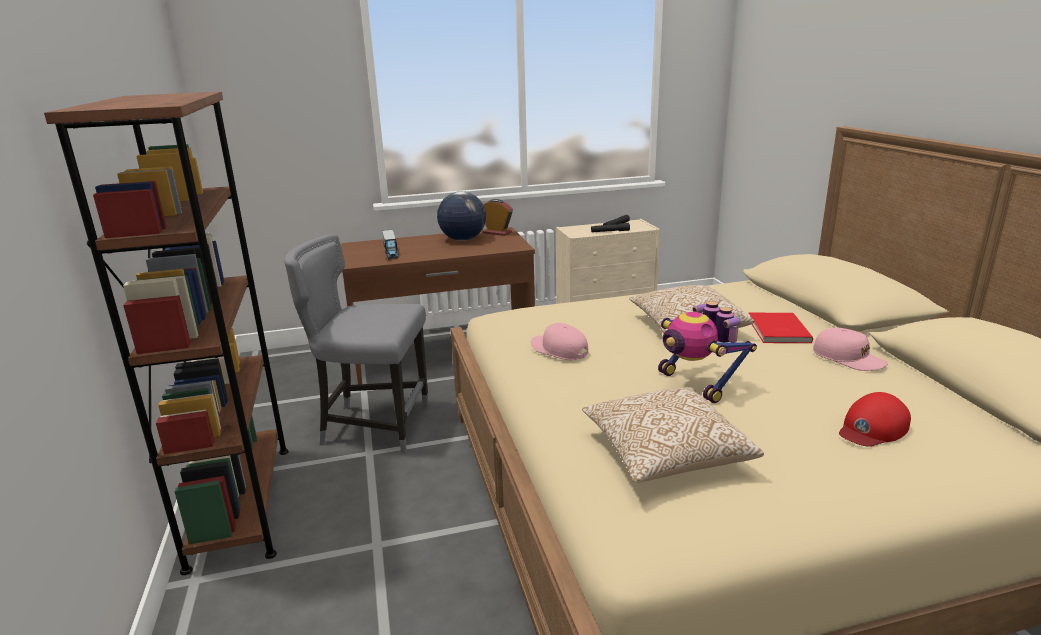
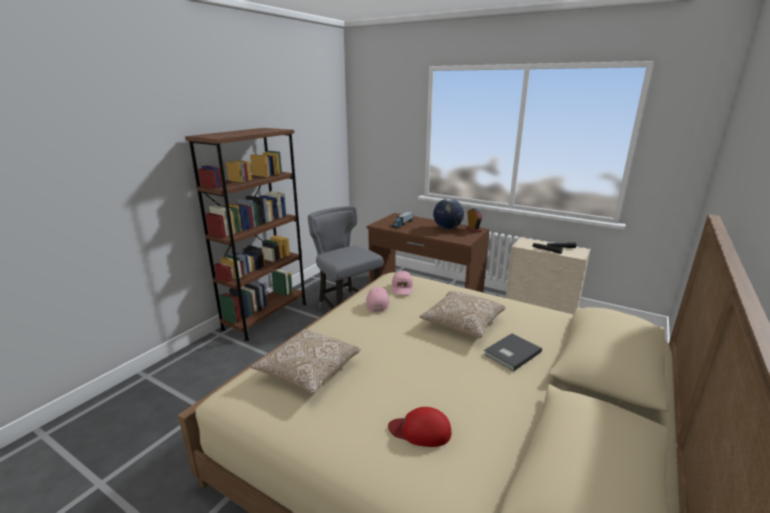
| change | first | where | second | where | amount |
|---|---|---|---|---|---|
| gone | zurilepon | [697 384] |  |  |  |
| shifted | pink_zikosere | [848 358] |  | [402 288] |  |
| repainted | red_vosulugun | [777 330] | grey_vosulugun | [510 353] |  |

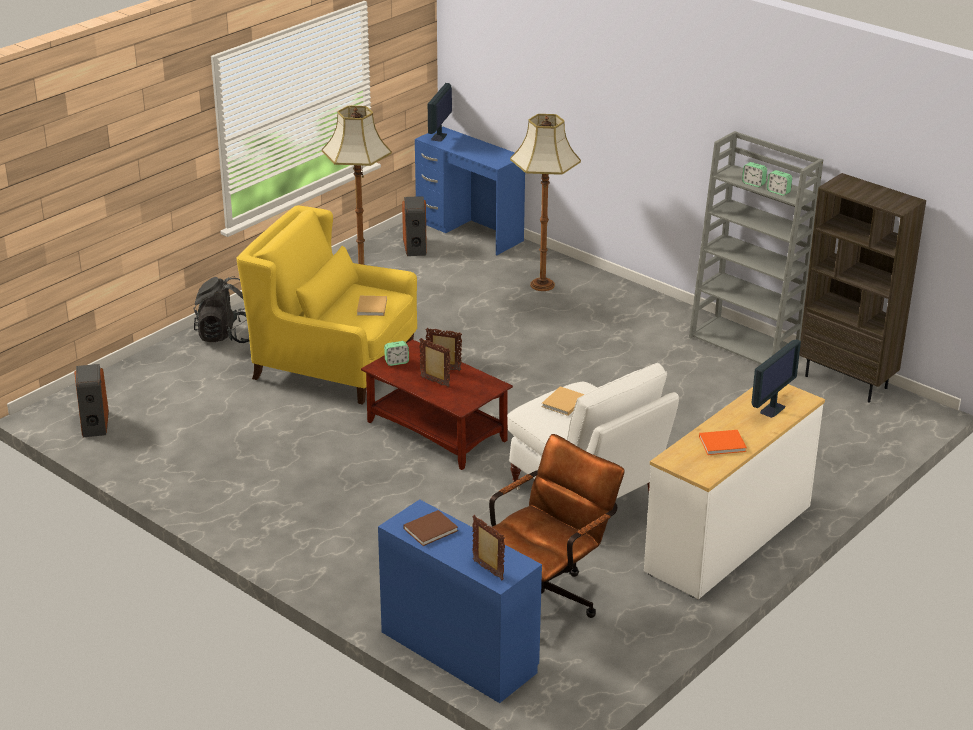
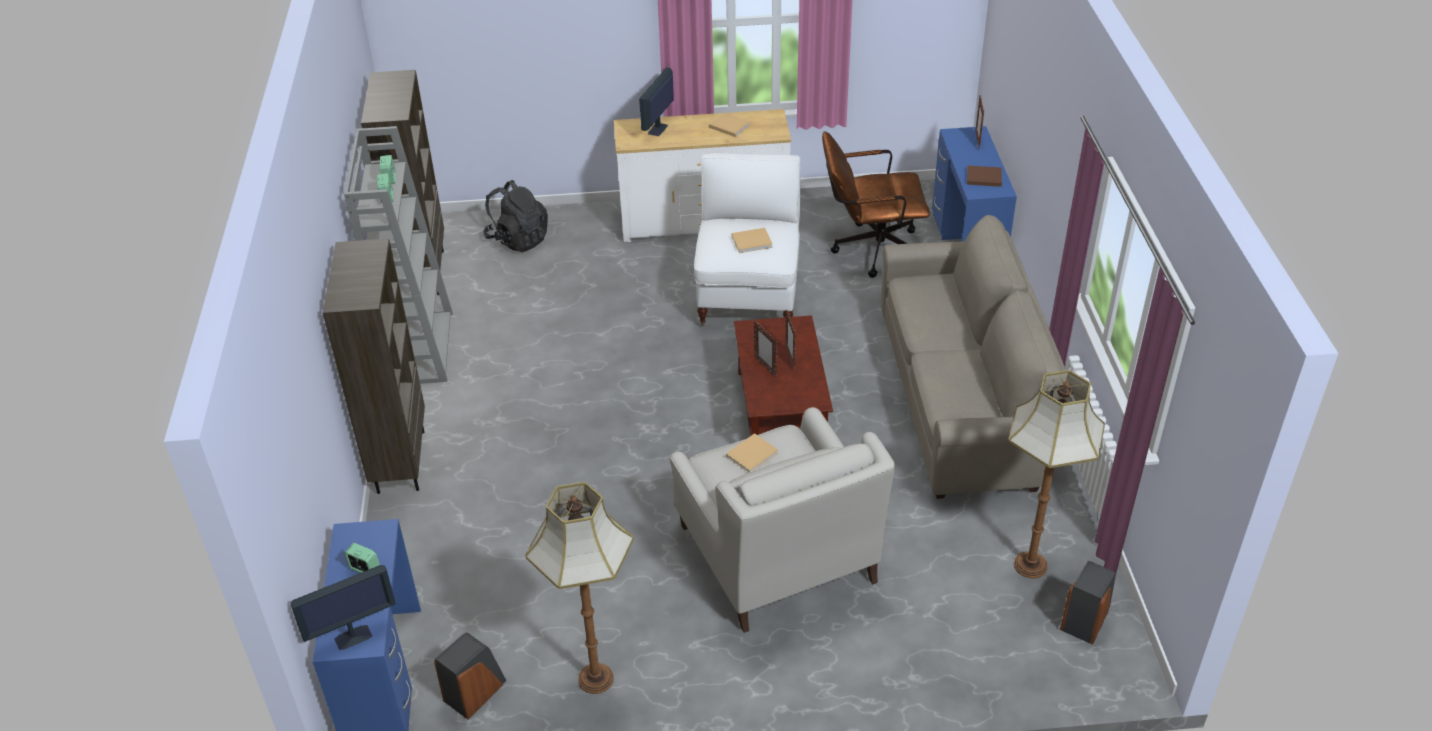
| change | first | where | second | where | amount |
|---|---|---|---|---|---|
| new |  |  | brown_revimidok | [400 461] |  |
| new |  |  | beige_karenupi | [963 398] |  |
| shifted | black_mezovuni | [227 336] |  | [518 239] |  |
| shifted | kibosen | [396 362] |  | [364 569] |  |
| shifted | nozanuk | [542 284] |  | [1029 566] |  |
| repainted | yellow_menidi | [334 363] | white_menidi | [777 553] |  |
| repainted | orange_vosulugun | [723 444] | beige_vosulugun | [728 126] |  |
| rotated | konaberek | [773 409] |  | [657 129] | 60 degrees counterclockwise |

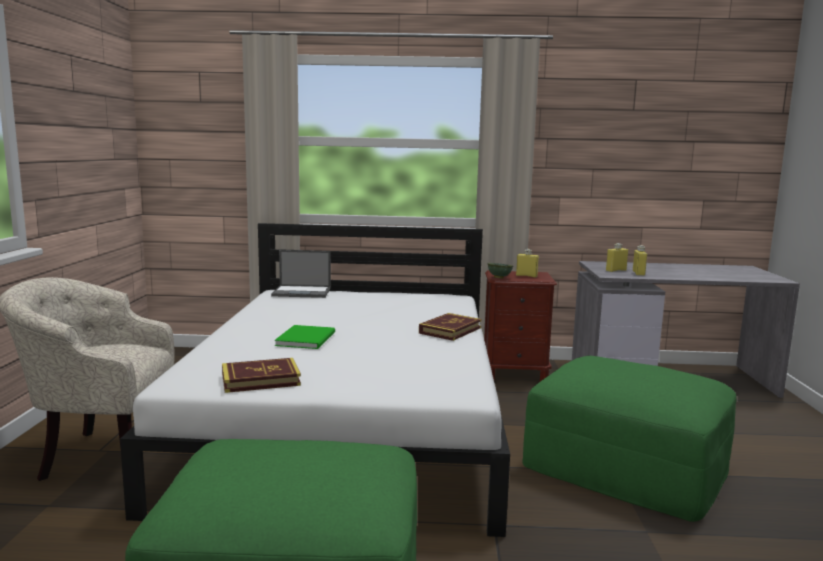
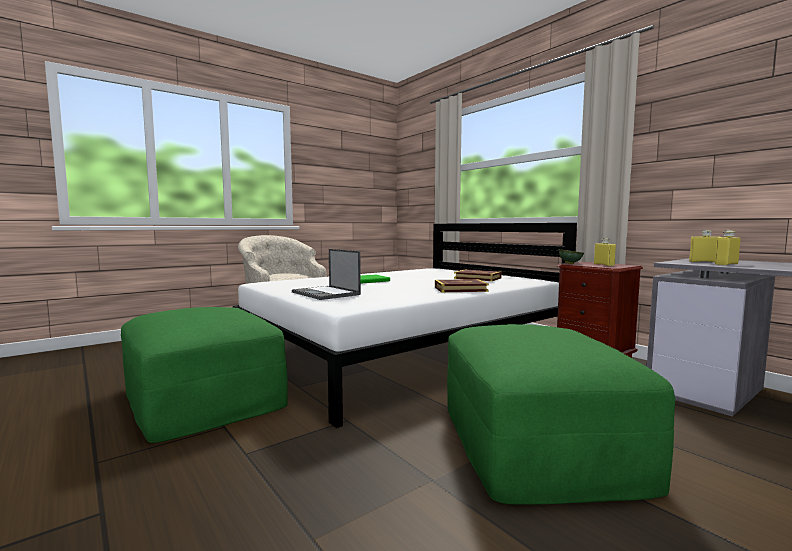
| change | first | where | second | where | amount |
|---|---|---|---|---|---|
| shifted | vosulugun | [260 380] |  | [477 278] |  |
| shifted | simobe | [302 292] |  | [326 293] |  |

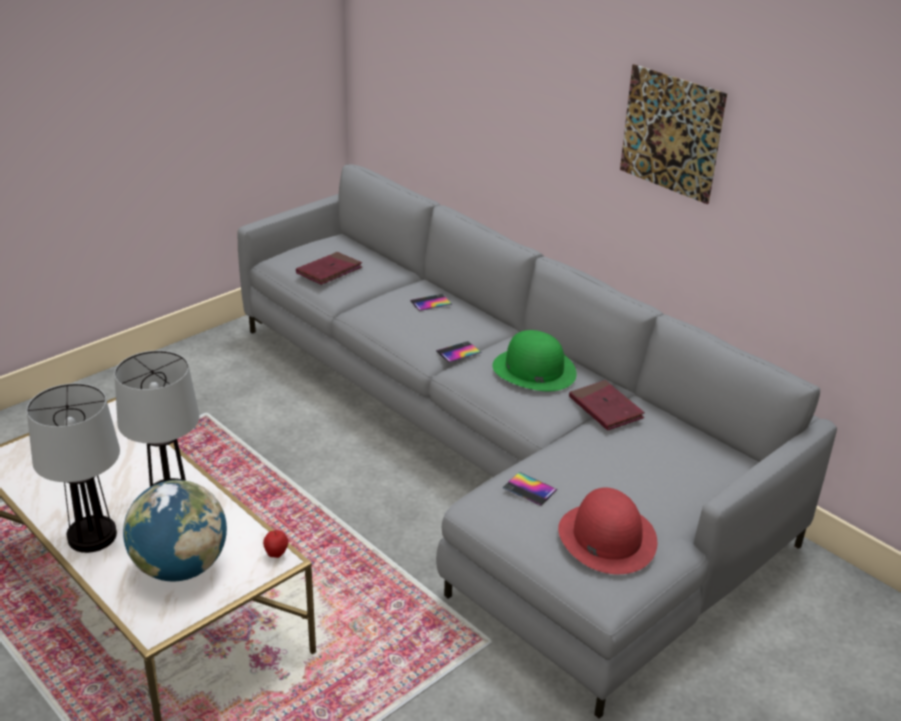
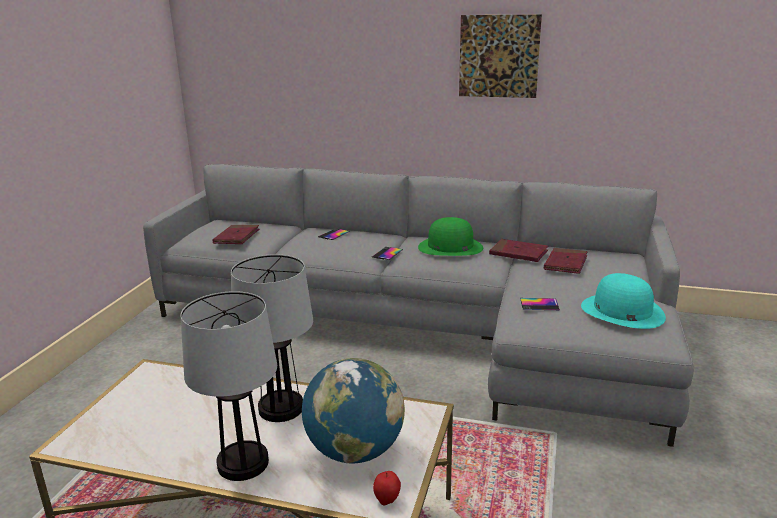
| change | first | where | second | where | amount |
|---|---|---|---|---|---|
| new |  |  | red_vosulugun | [565 263] |  |
| shifted | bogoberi | [276 554] |  | [387 500] |  |
| repainted | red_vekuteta | [606 537] | turquoise_vekuteta | [622 311] |  |

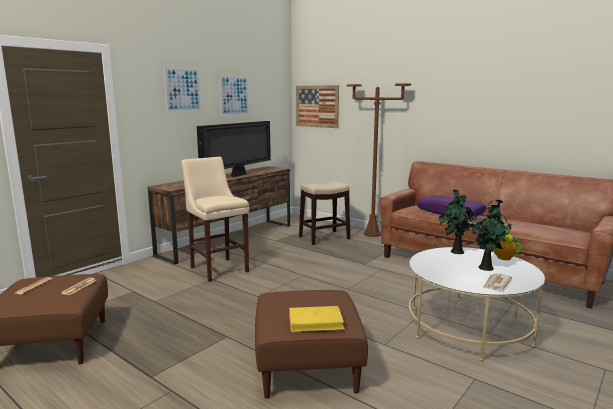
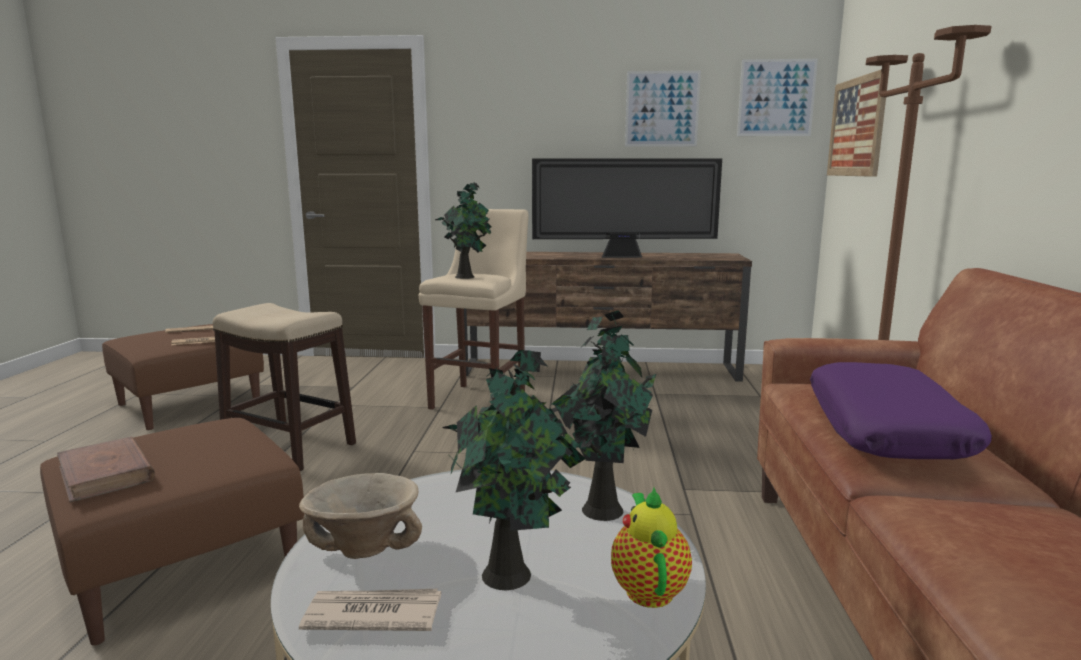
| change | first | where | second | where | amount |
|---|---|---|---|---|---|
| new |  |  | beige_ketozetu | [364 547] |  |
| new |  |  | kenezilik | [466 277] |  |
| shifted | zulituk | [183 89] |  | [776 98] |  |
| shifted | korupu | [324 238] |  | [290 447] |  |
| repainted | yellow_vosulugun | [316 322] | brown_vosulugun | [106 474] |  |

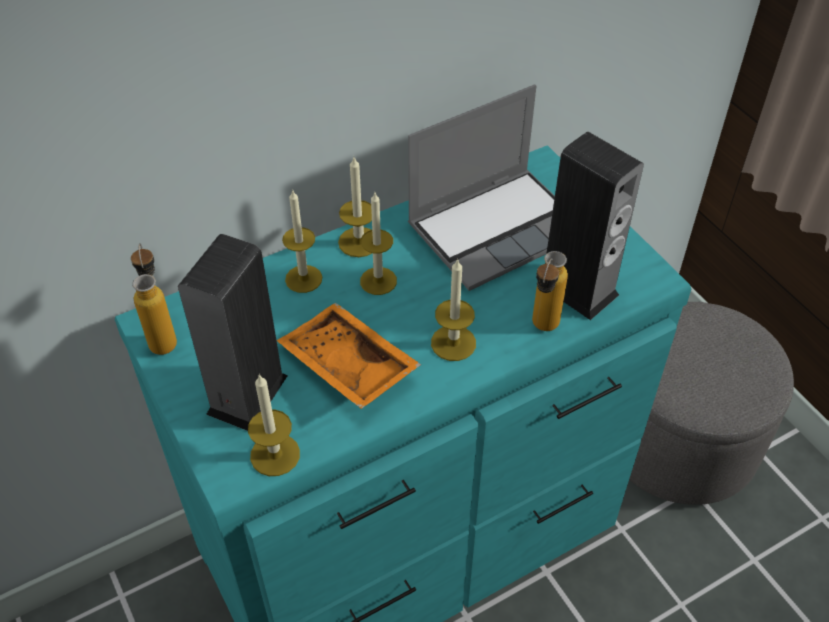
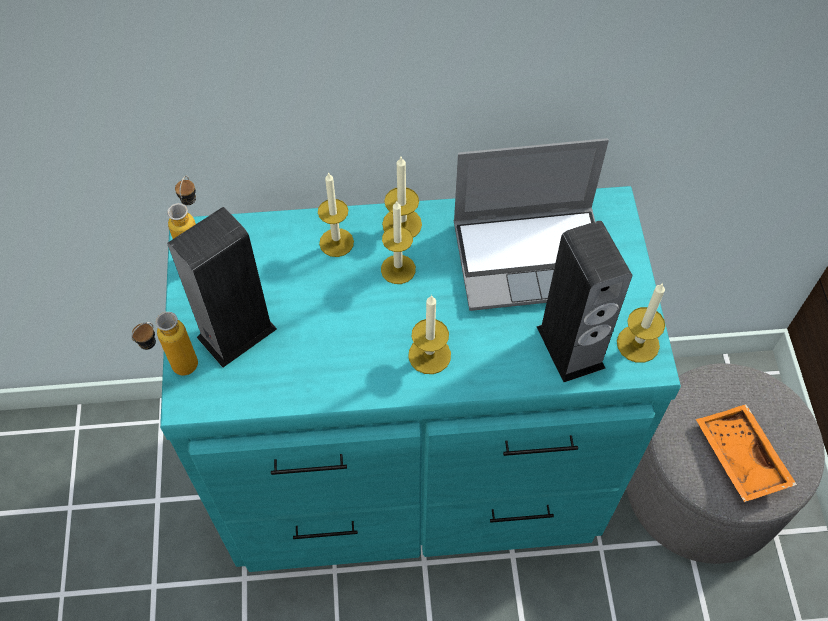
| change | first | where | second | where | amount |
|---|---|---|---|---|---|
| shifted | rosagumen | [275 454] |  | [638 344] |  |
| shifted | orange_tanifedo | [346 366] |  | [738 458] |  |
| shifted | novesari | [542 330] |  | [175 371] |  |

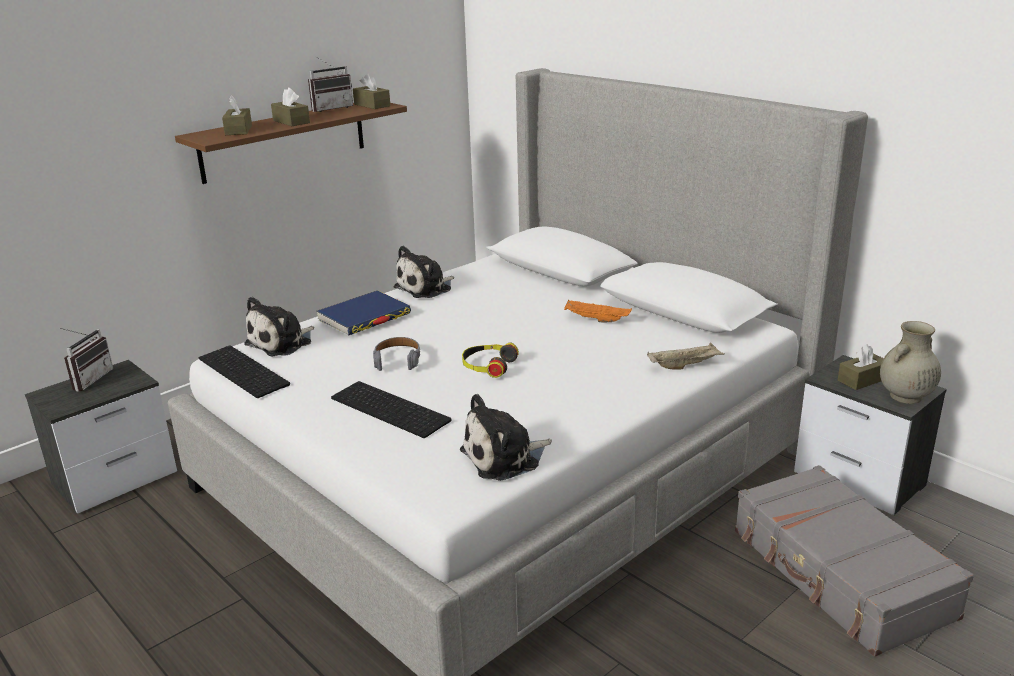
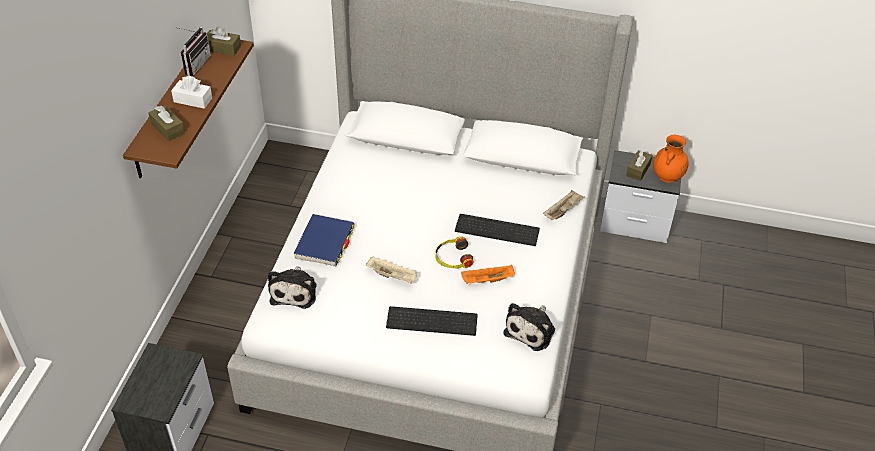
| change | first | where | second | where | amount |
|---|---|---|---|---|---|
| gone | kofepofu | [89 379] |  |  |  |
| gone | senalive | [426 288] |  |  |  |
| gone | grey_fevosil | [839 574] |  |  |  |
| shifted | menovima | [245 371] |  | [498 229] |  |
| shifted | orange_tanifedo | [595 320] |  | [487 281] |  |
| swapped | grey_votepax | [397 359] | beige_tanifedo | [392 276] |  |
| repainted | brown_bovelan | [291 122] | white_bovelan | [193 100] |  |
| repainted | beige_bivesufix | [905 397] | orange_bivesufix | [667 177] |  |

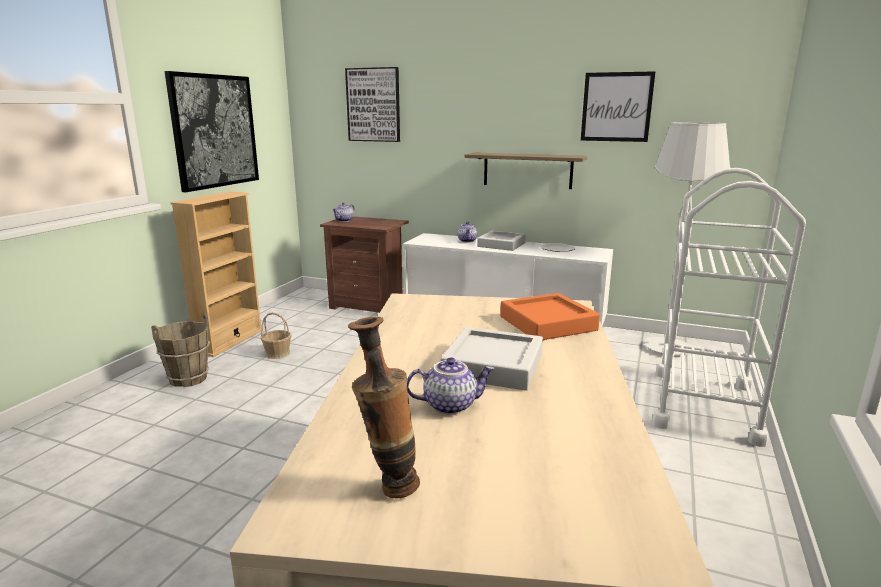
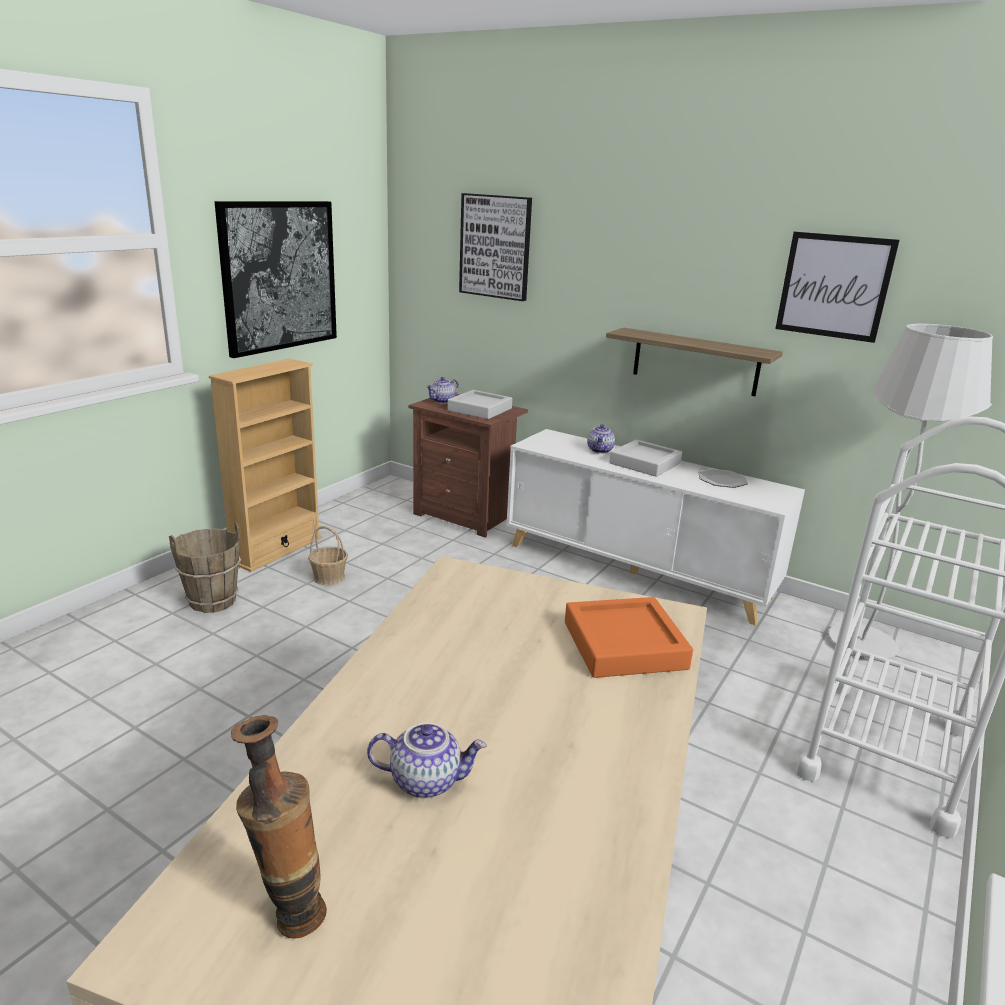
| change | first | where | second | where | amount |
|---|---|---|---|---|---|
| shifted | grey_tanifedo | [493 365] |  | [480 409] |  |

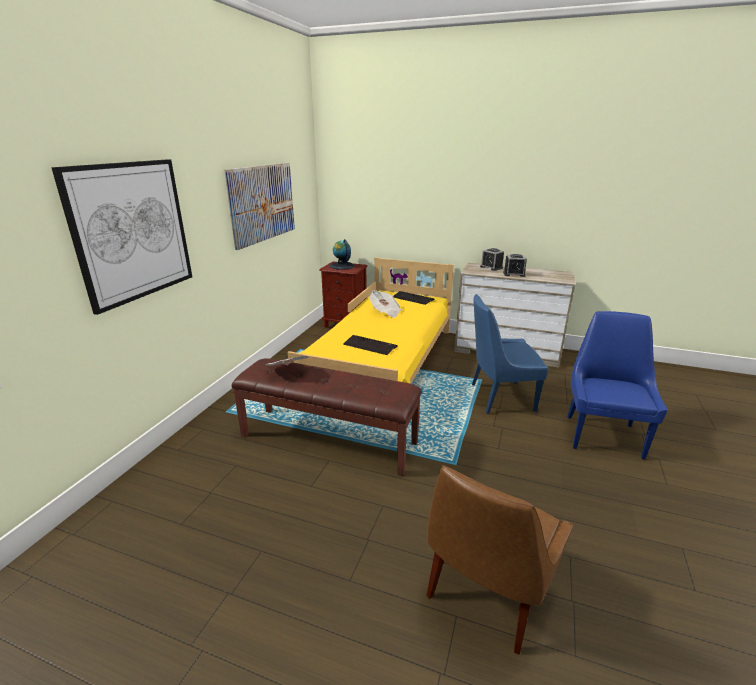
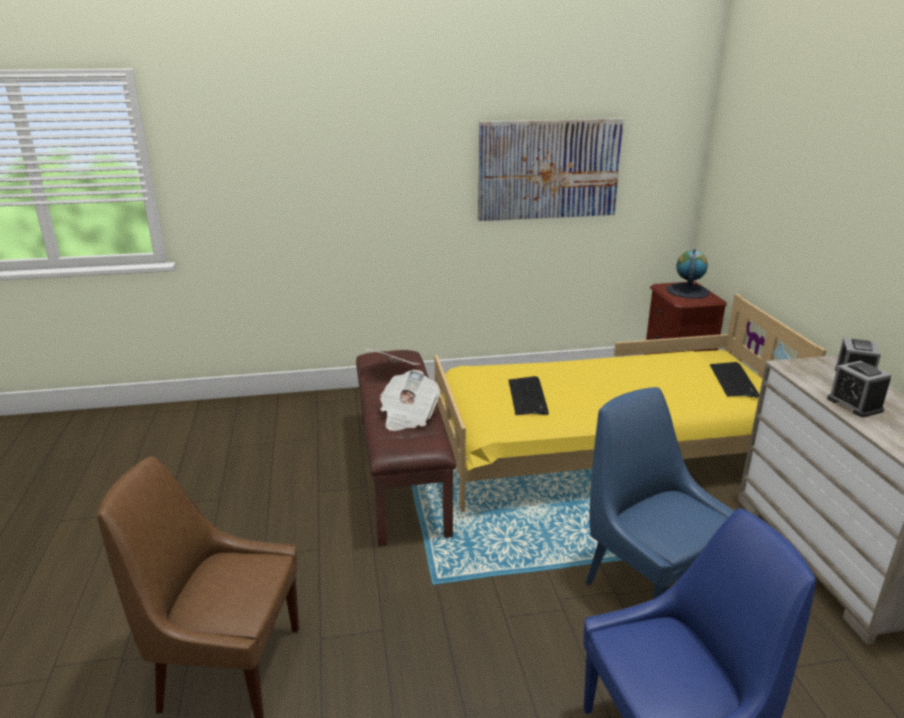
| change | first | where | second | where | amount |
|---|---|---|---|---|---|
| gone | zulituk | [132 232] |  |  |  |
| shifted | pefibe | [385 312] |  | [408 416] |  |

